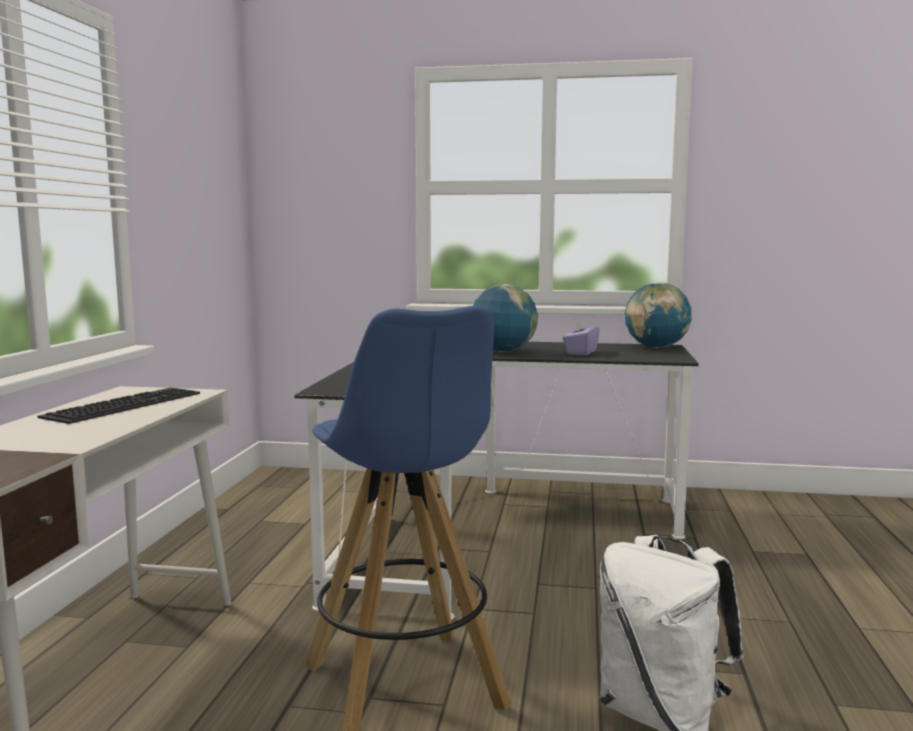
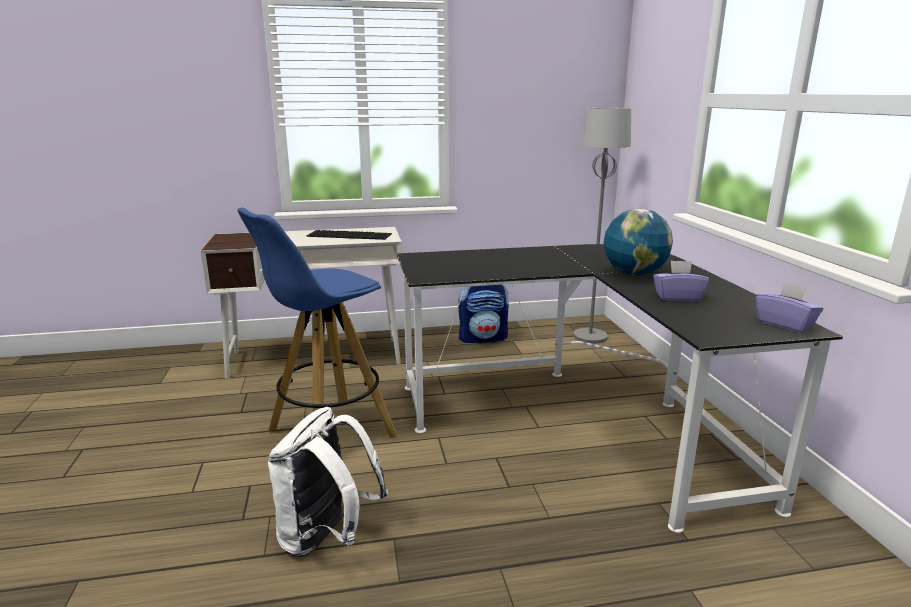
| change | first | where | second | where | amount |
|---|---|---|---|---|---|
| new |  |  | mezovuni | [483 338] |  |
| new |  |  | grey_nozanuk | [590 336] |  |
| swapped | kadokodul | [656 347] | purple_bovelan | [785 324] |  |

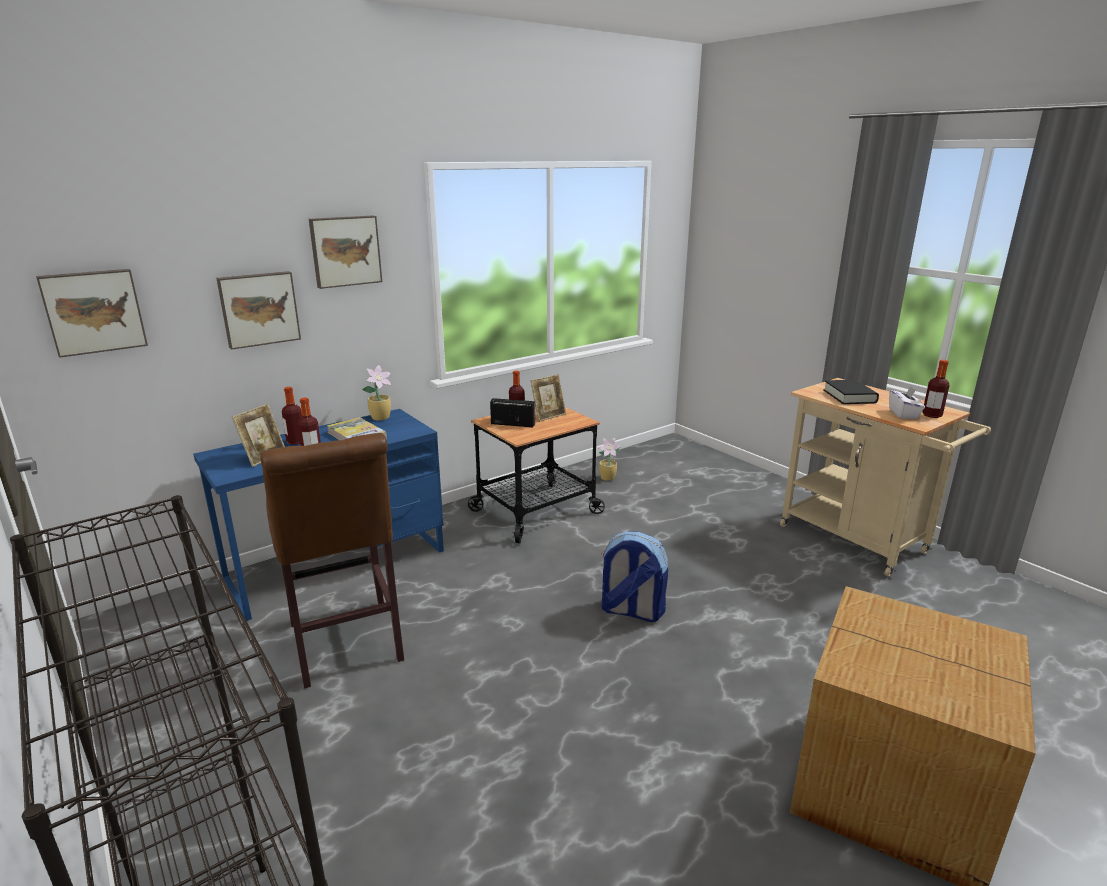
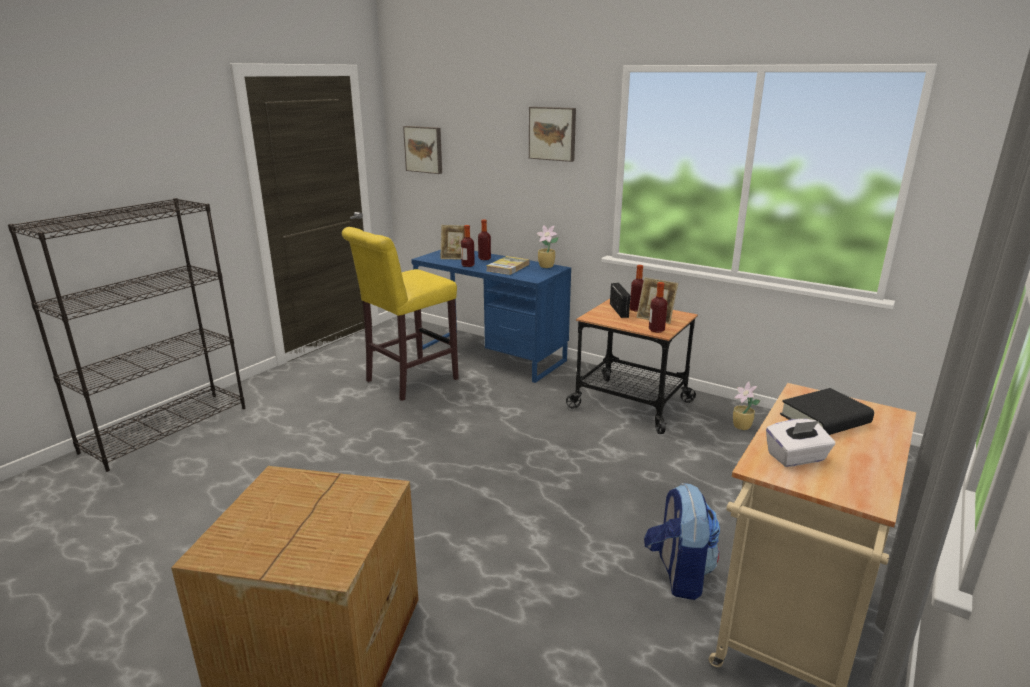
| change | first | where | second | where | amount |
|---|---|---|---|---|---|
| gone | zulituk | [259 309] |  |  |  |
| shifted | mezovuni | [631 611] |  | [678 574] |  |
| shifted | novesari | [932 415] |  | [656 330] |  |
| repainted | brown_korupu | [347 647] | yellow_korupu | [407 381] |  |

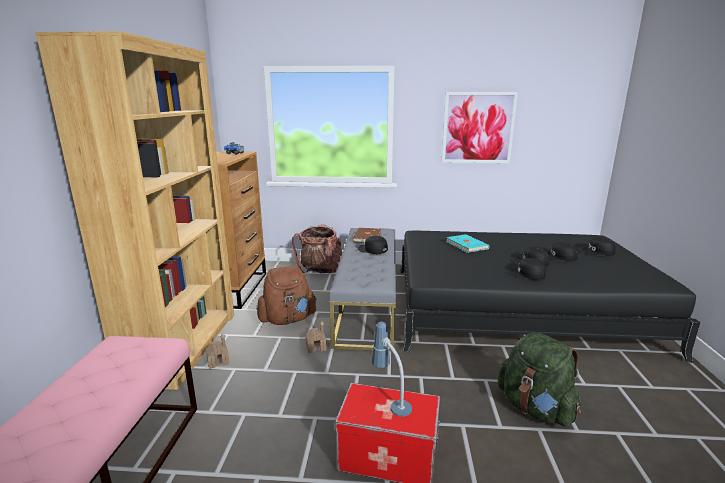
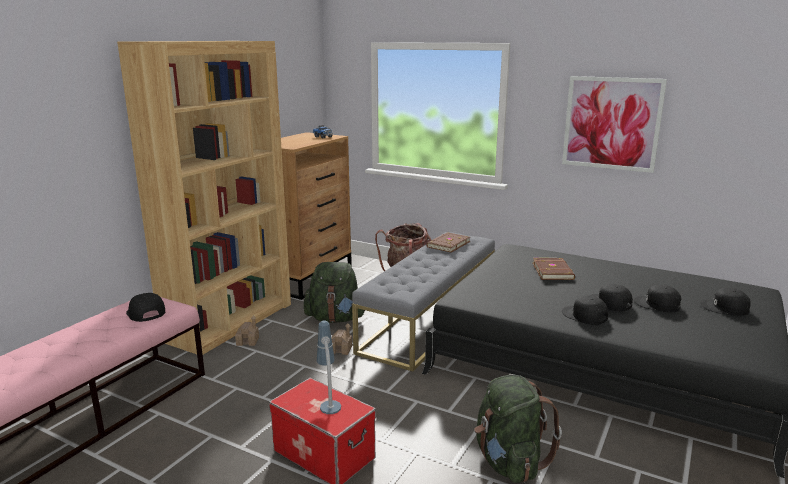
| change | first | where | second | where | amount |
|---|---|---|---|---|---|
| shifted | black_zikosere | [372 249] |  | [145 312] |  |
| repainted | brown_mezovuni | [287 319] | green_mezovuni | [335 318] |  |
| repainted | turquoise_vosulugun | [467 245] | brown_vosulugun | [553 271] |  |

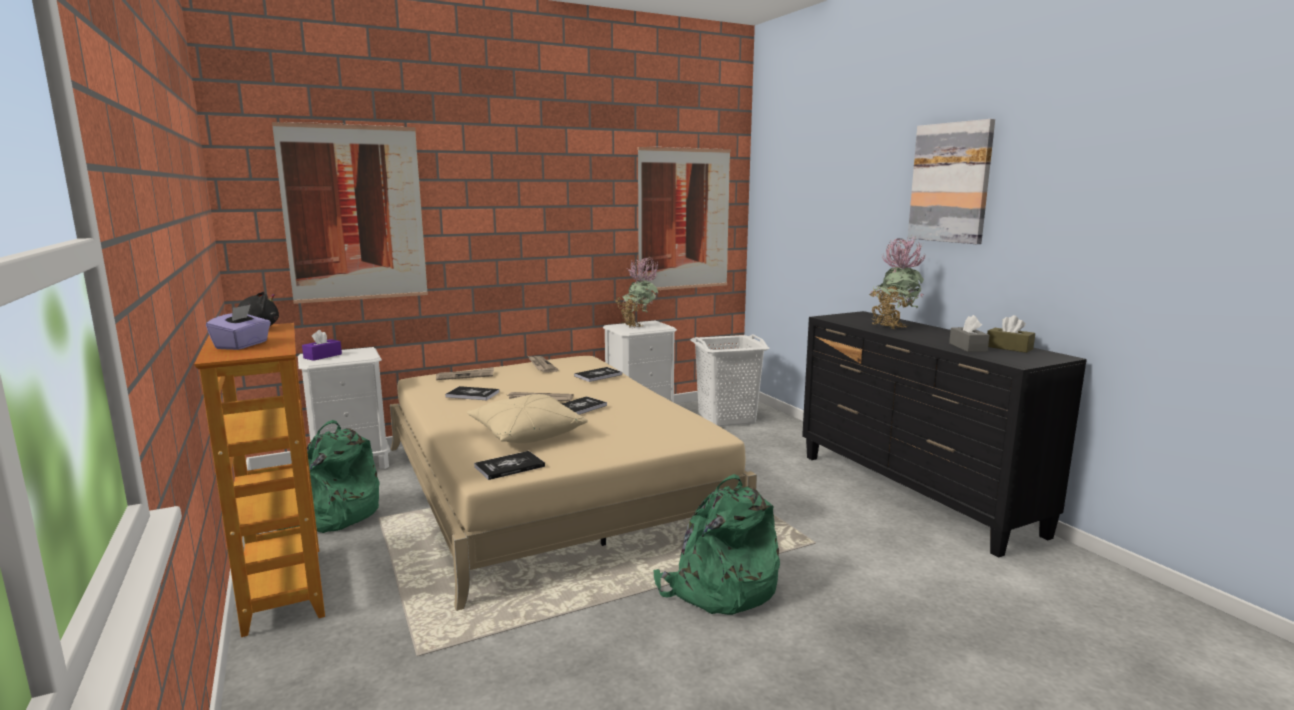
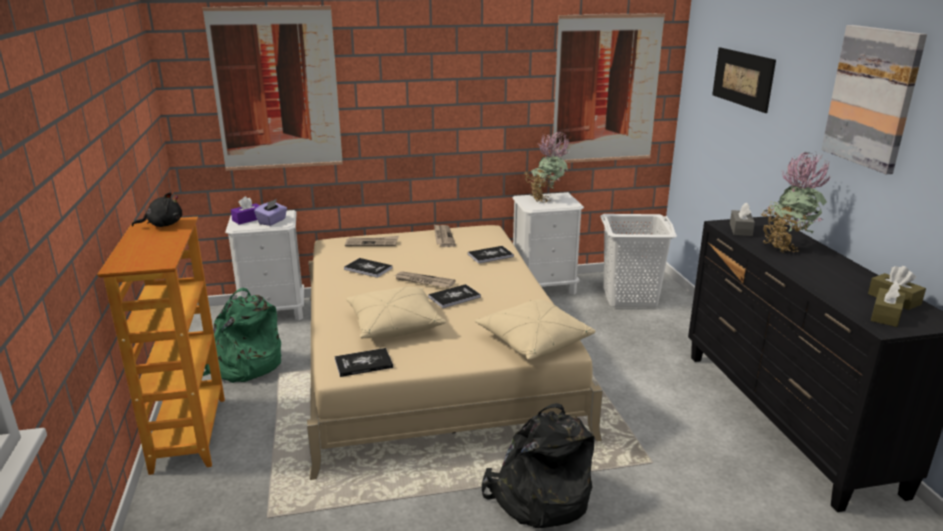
| change | first | where | second | where | amount |
|---|---|---|---|---|---|
| new |  |  | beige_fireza | [533 341] |  |
| new |  |  | zulituk | [742 78] |  |
| new |  |  | brown_bovelan | [886 315] |  |
| shifted | purple_bovelan | [242 345] |  | [272 221] |  |
| shifted | grey_bovelan | [967 347] |  | [740 229] |  |
| repainted | green_mezovuni | [718 588] | black_mezovuni | [538 497] |  |

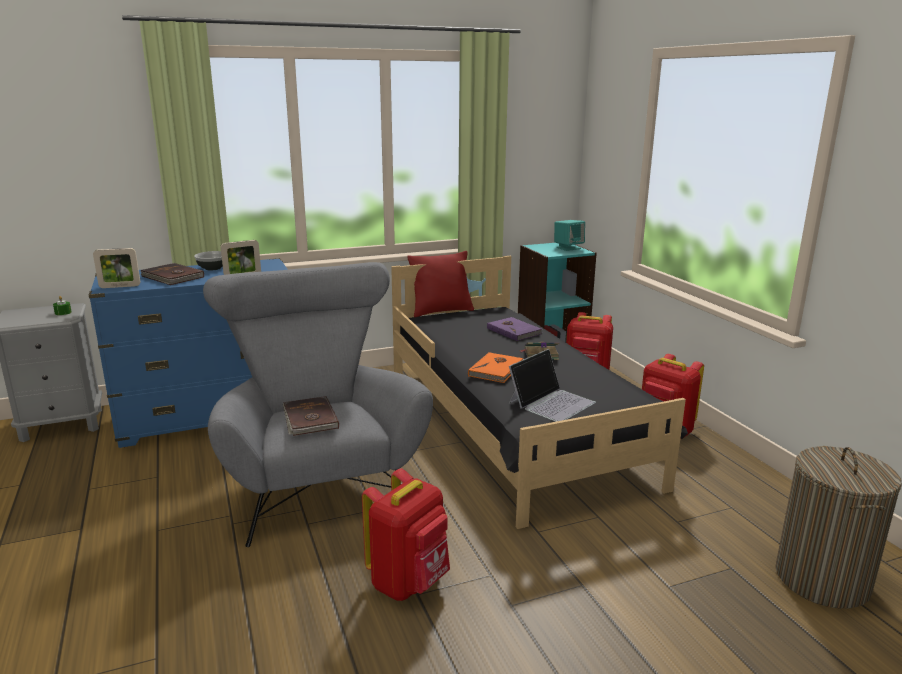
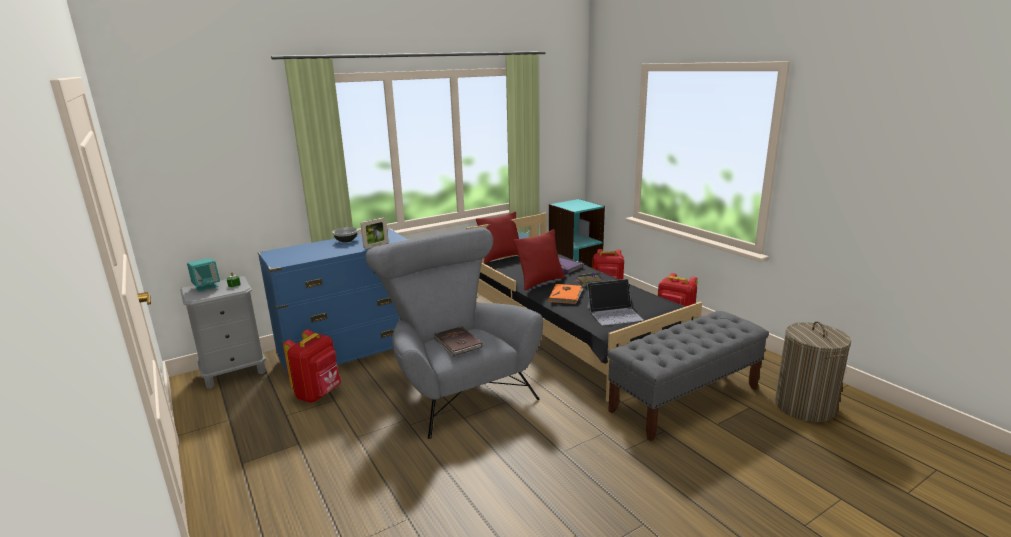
| change | first | where | second | where | amount |
|---|---|---|---|---|---|
| gone | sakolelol | [120 286] |  |  |  |
| gone | brown_vosulugun | [172 277] |  |  |  |
| new |  |  | red_fireza | [540 282] |  |
| new |  |  | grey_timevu | [684 399] |  |
| shifted | red_mezovuni | [409 582] |  | [319 394] |  |
| shifted | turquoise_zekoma | [568 248] |  | [206 287] |  |
| rotated | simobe | [551 402] |  | [614 313] | 45 degrees clockwise |

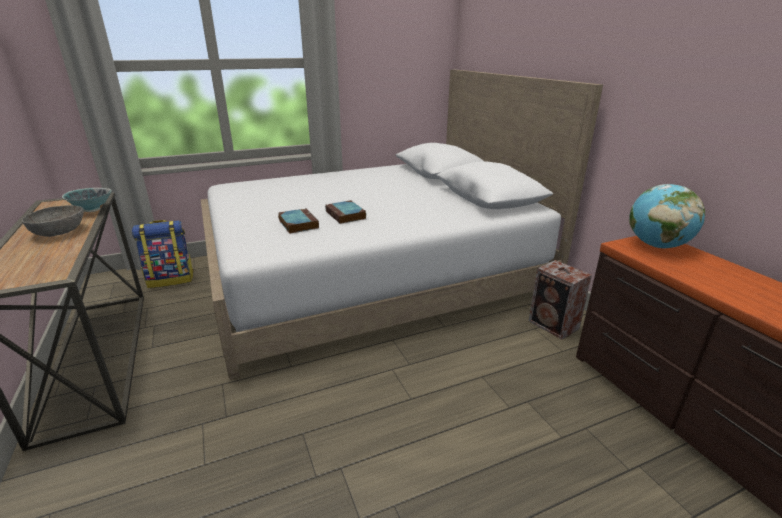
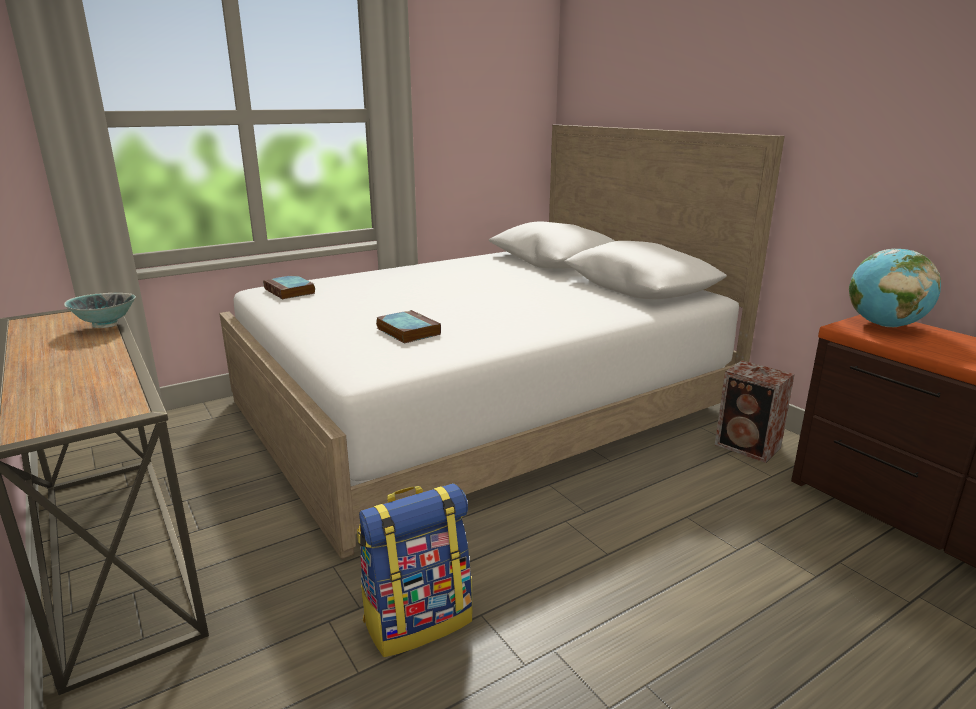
| change | first | where | second | where | amount |
|---|---|---|---|---|---|
| gone | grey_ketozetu | [59 232] |  |  |  |
| shifted | mezovuni | [171 279] |  | [418 620] |  |
| shifted | vosulugun | [346 215] |  | [290 291] |  |

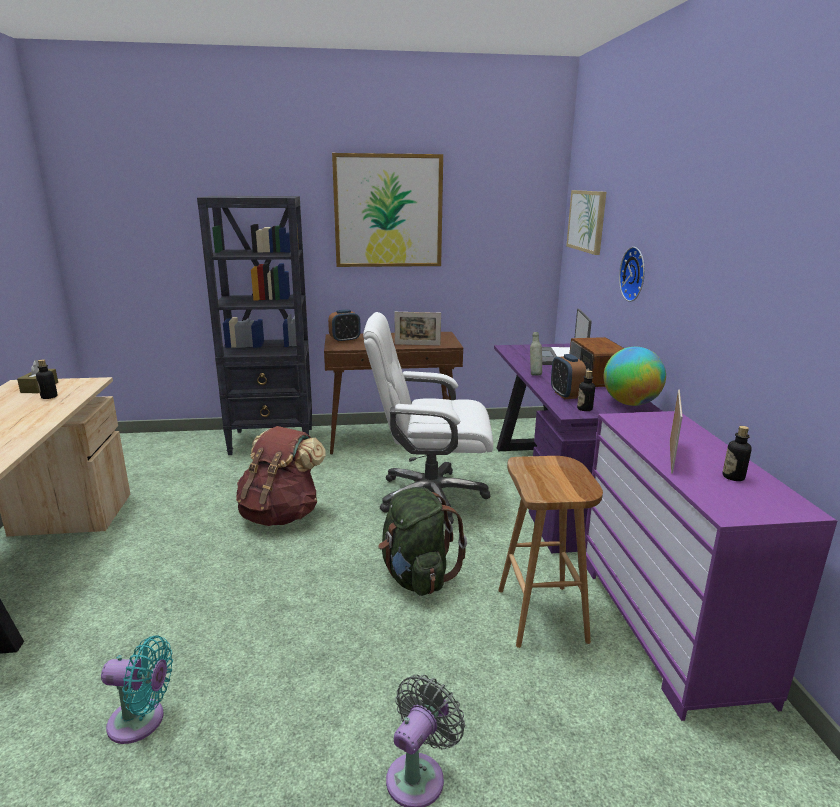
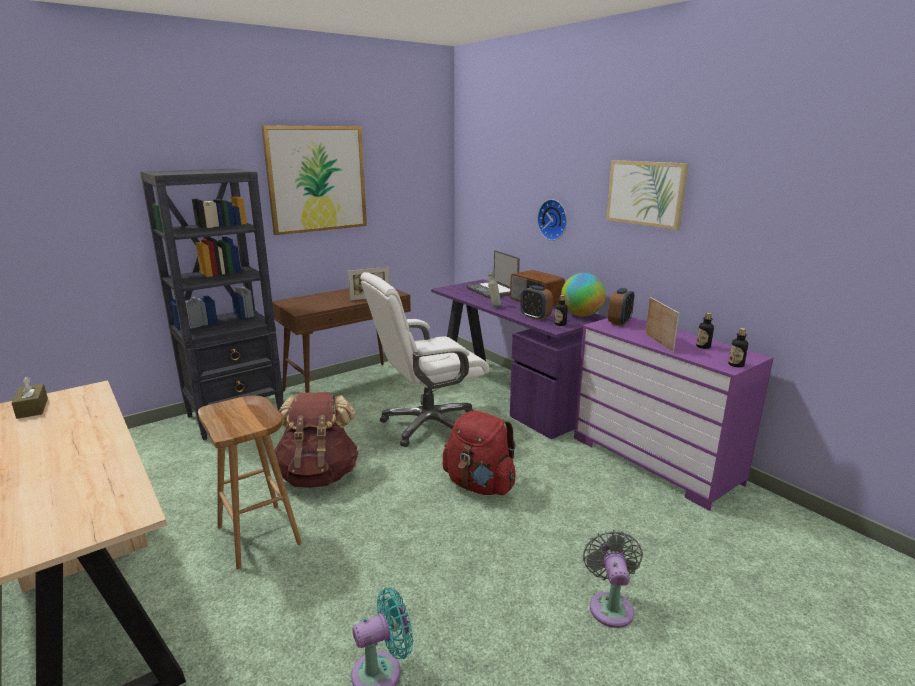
| change | first | where | second | where | amount |
|---|---|---|---|---|---|
| shifted | novesari | [49 397] |  | [736 365] |  |
| shifted | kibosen | [345 340] |  | [619 322] |  |
| shifted | brown_korupu | [543 616] |  | [260 535] |  |
| shifted | zulituk | [587 221] |  | [645 193] |  |
| repainted | green_mezovuni | [416 577] | red_mezovuni | [479 485] |  |

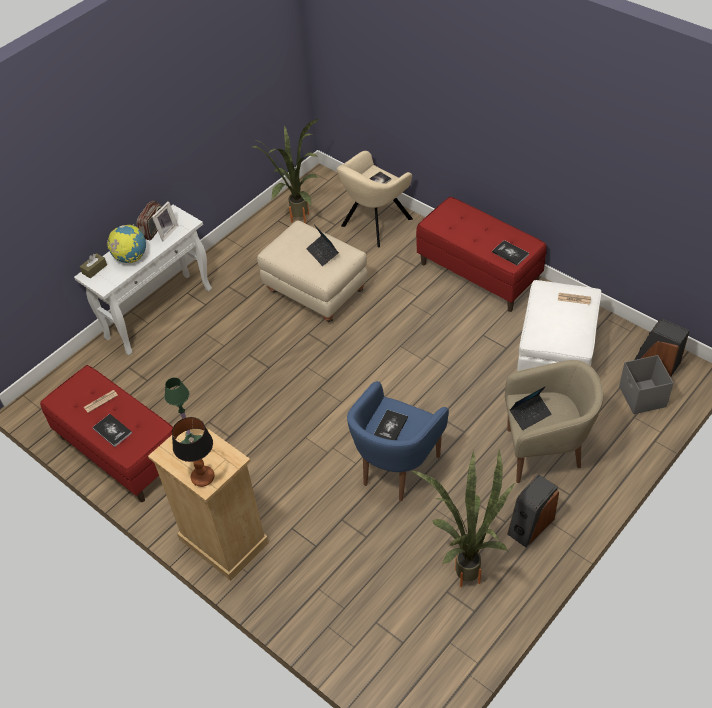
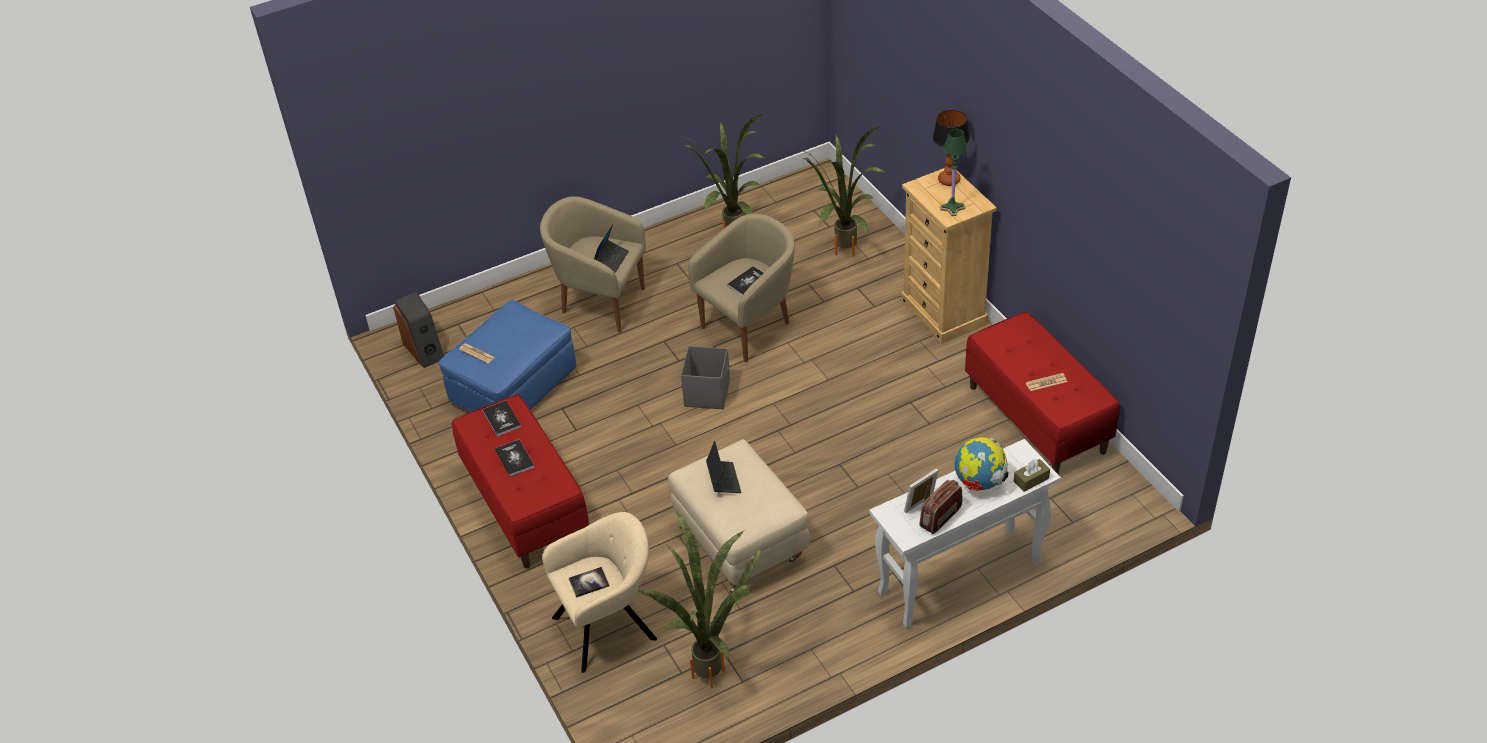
| change | first | where | second | where | amount |
|---|---|---|---|---|---|
| gone | zekoma | [530 525] |  |  |  |
| new |  |  | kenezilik | [842 254] |  |
| shifted | vosulugun | [112 430] |  | [514 458] |  |
| shifted | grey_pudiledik | [642 397] |  | [707 393] |  |
| repainted | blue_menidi | [396 469] | beige_menidi | [750 327] |  |
| repainted | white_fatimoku | [556 352] | blue_fatimoku | [513 388] |  |
| rotated | simobe | [530 414] |  | [611 260] | 120 degrees clockwise |

